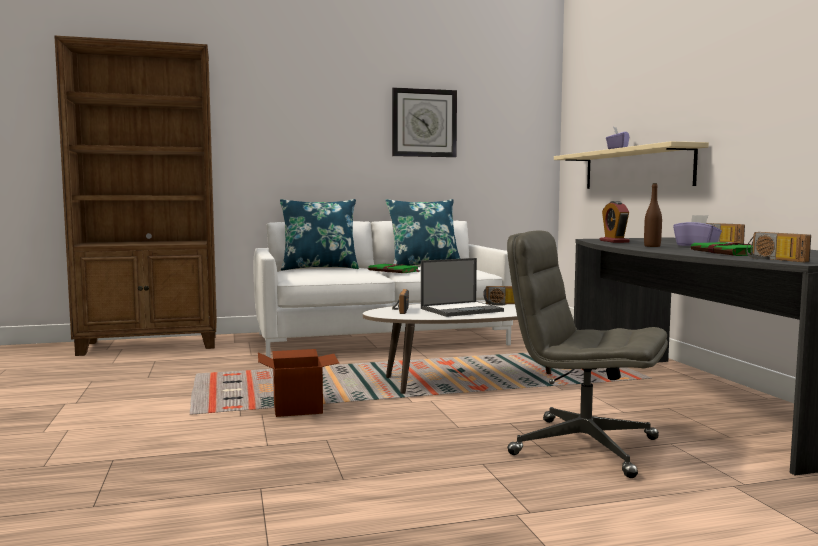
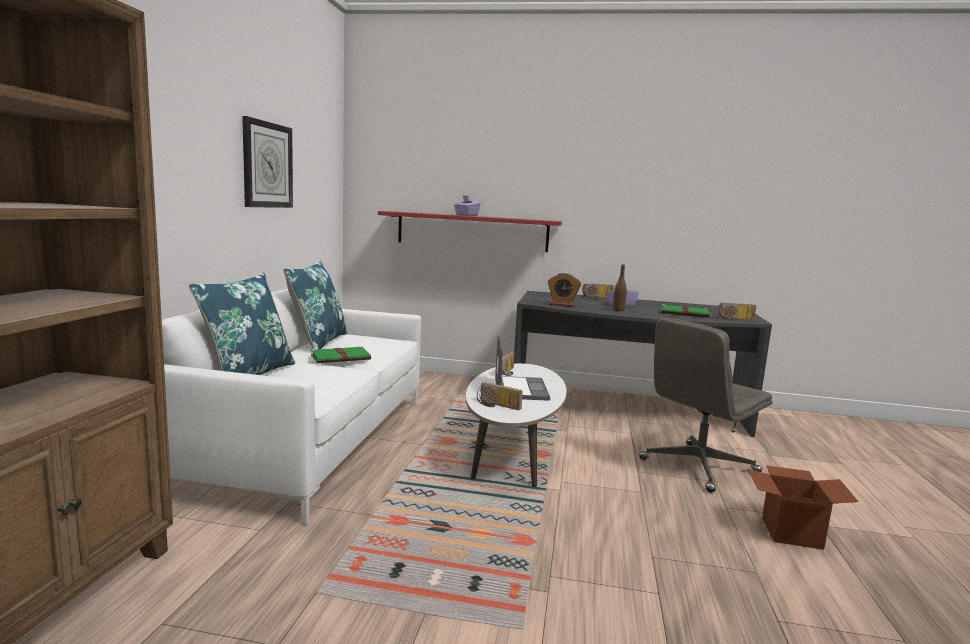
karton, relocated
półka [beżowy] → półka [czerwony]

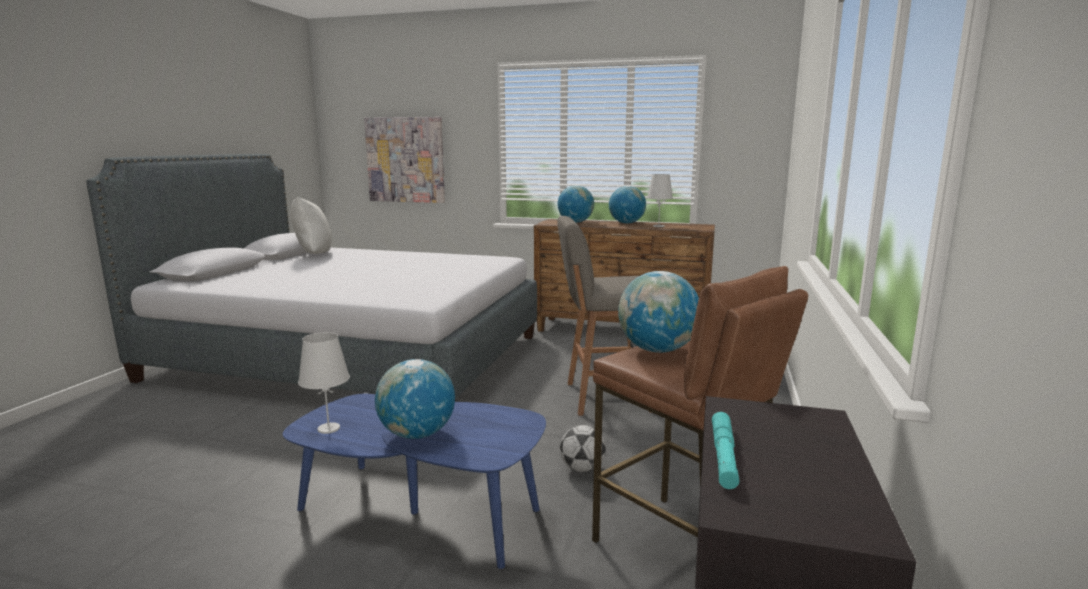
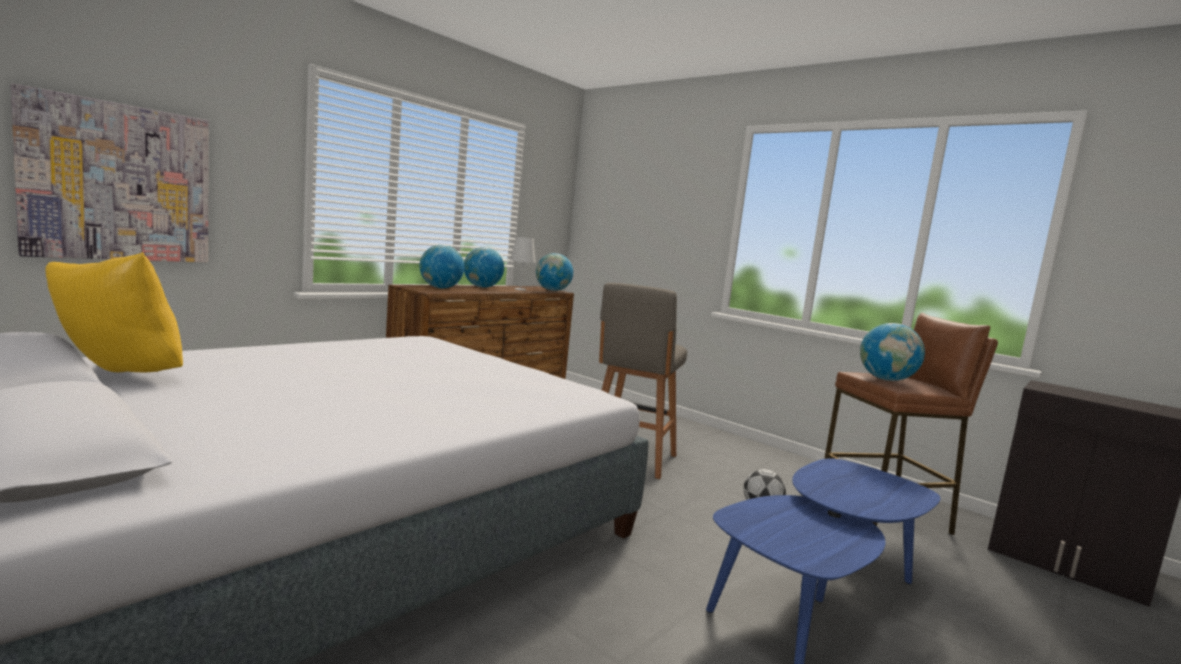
poduszka [biały] → poduszka [żółty]
lampa stołowa [biały] (no. 1 from left) → -
globus (no. 1 from left in the first image) → globus (no. 3 from left), relocated
latarka [turkusowy] → -

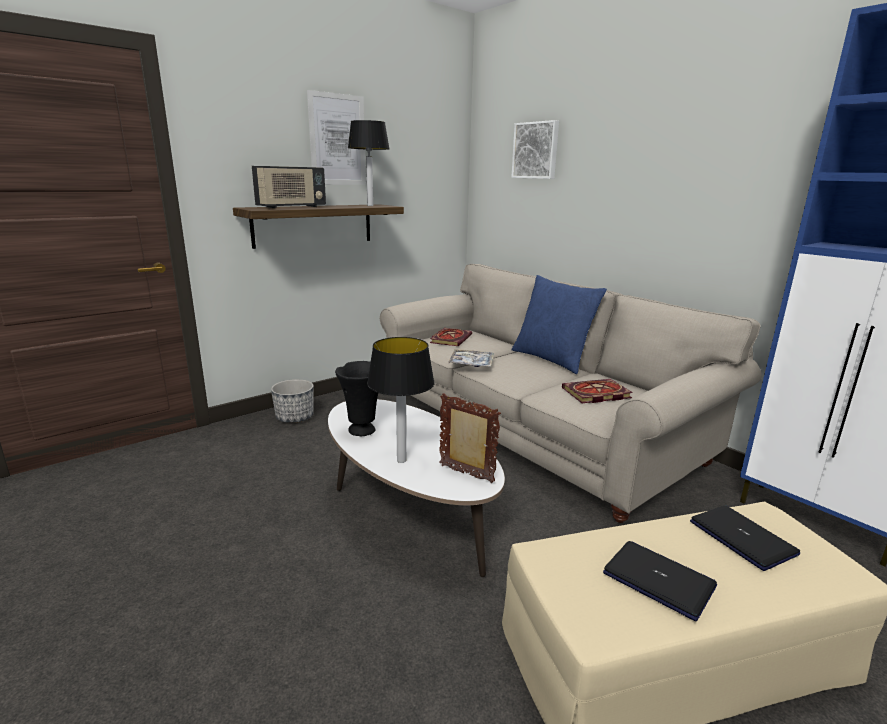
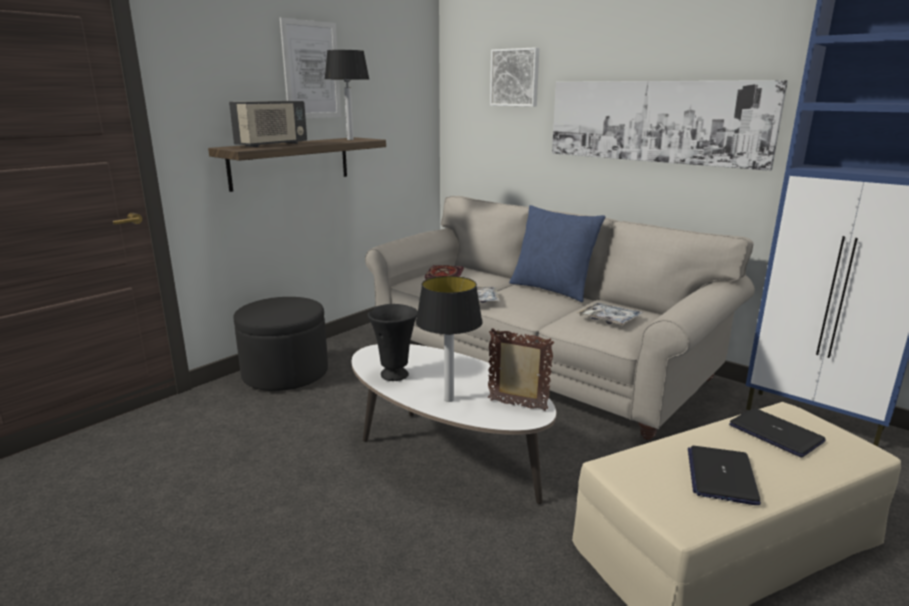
donica → pufa [czarny]
książka (no. 2 from left) → taca (no. 2 from left)
laptop (no. 1 from left), 105 degrees counterclockwise
- → obraz (no. 3 from left)

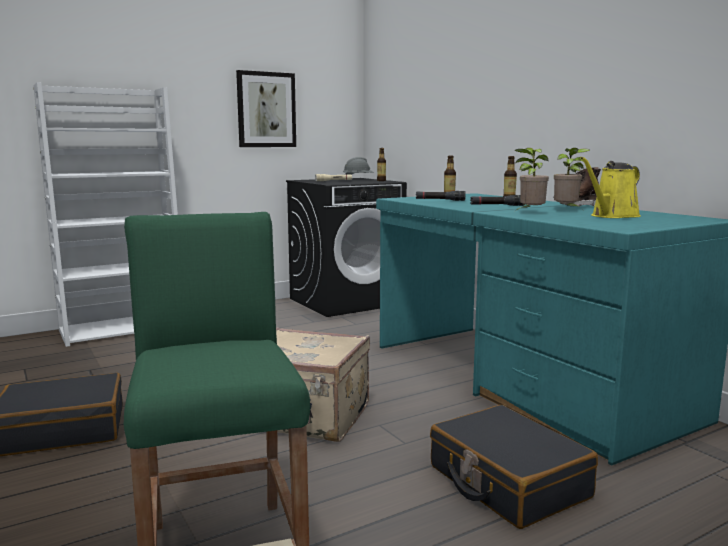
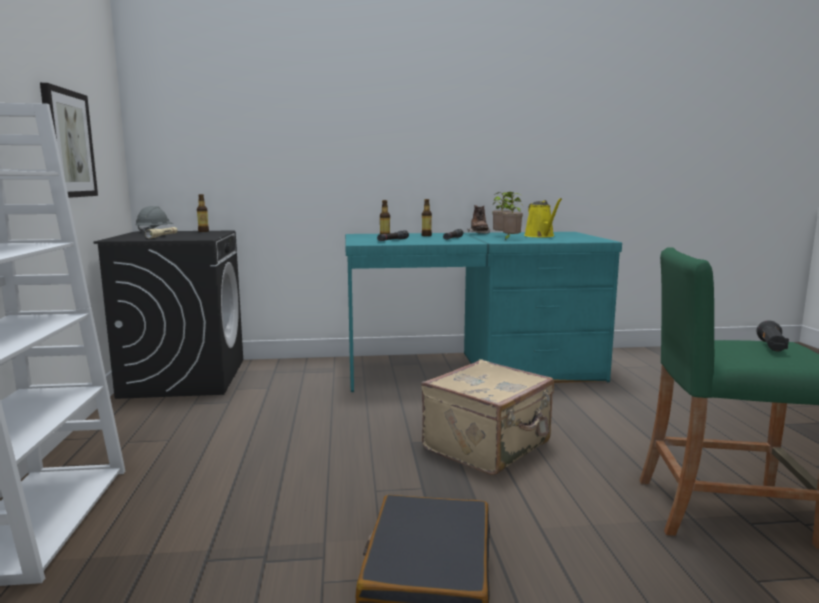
walizka [czarny] (no. 2 from left) → -
- → latarka [czarny] (no. 3 from left)

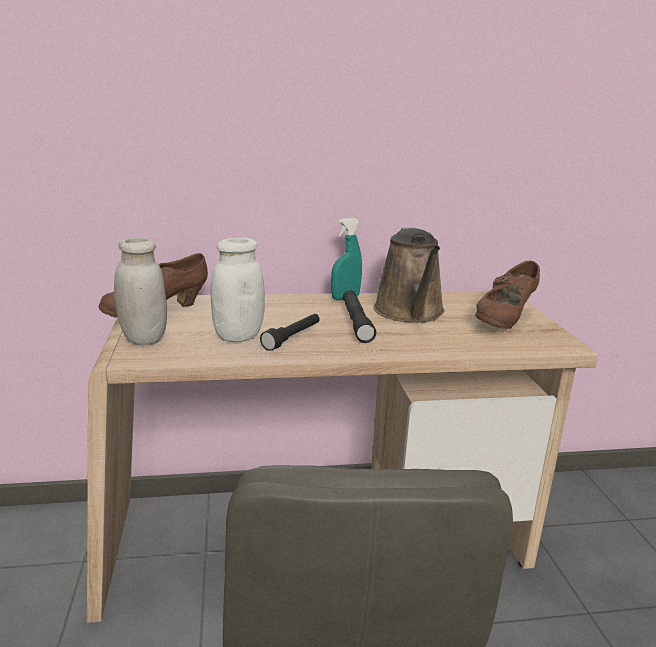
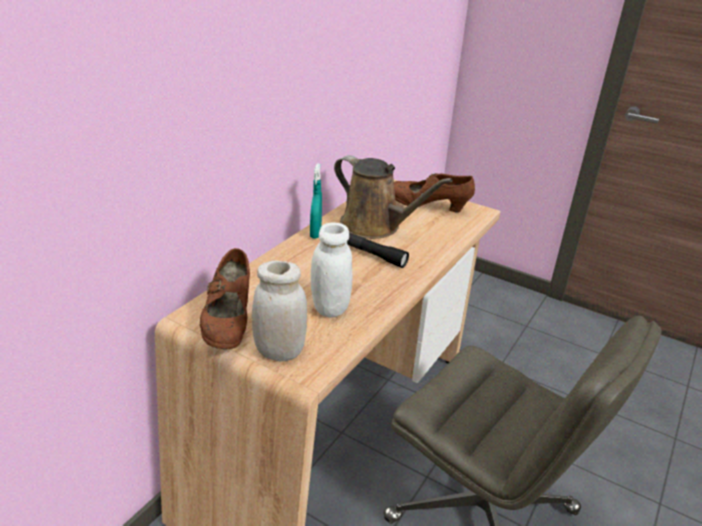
latarka [czarny] (no. 1 from left) → -
but [brązowy] (no. 2 from left), 120 degrees clockwise

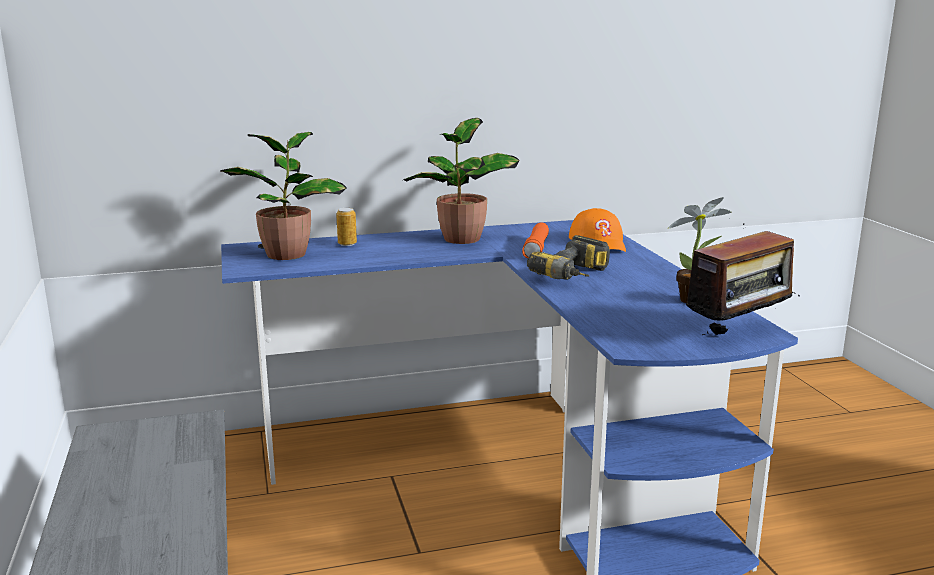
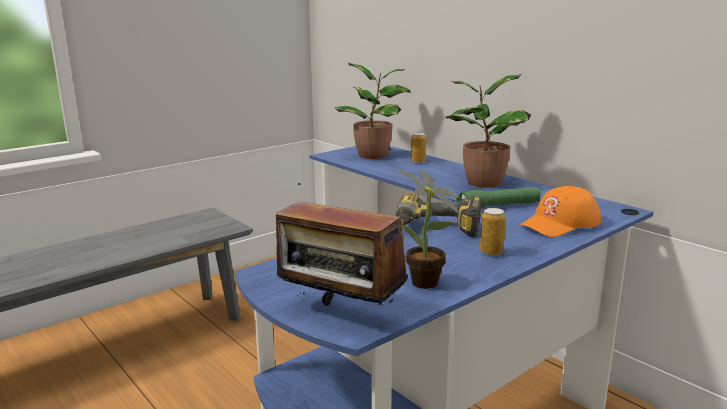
latarka [pomarańczowy] → latarka [zielony]
- → puszka (no. 2 from left)

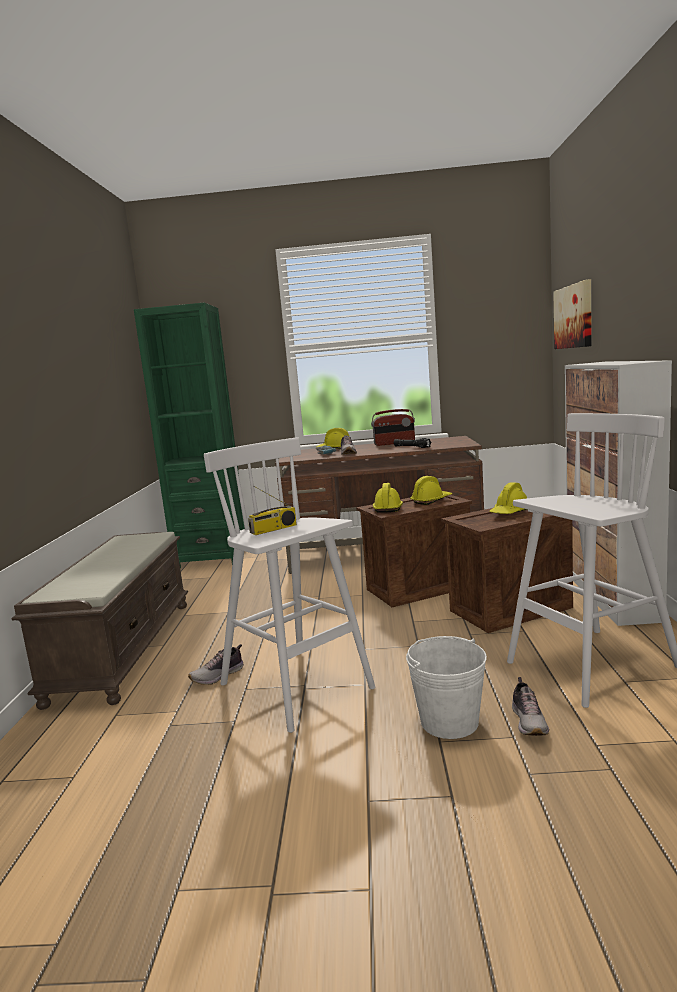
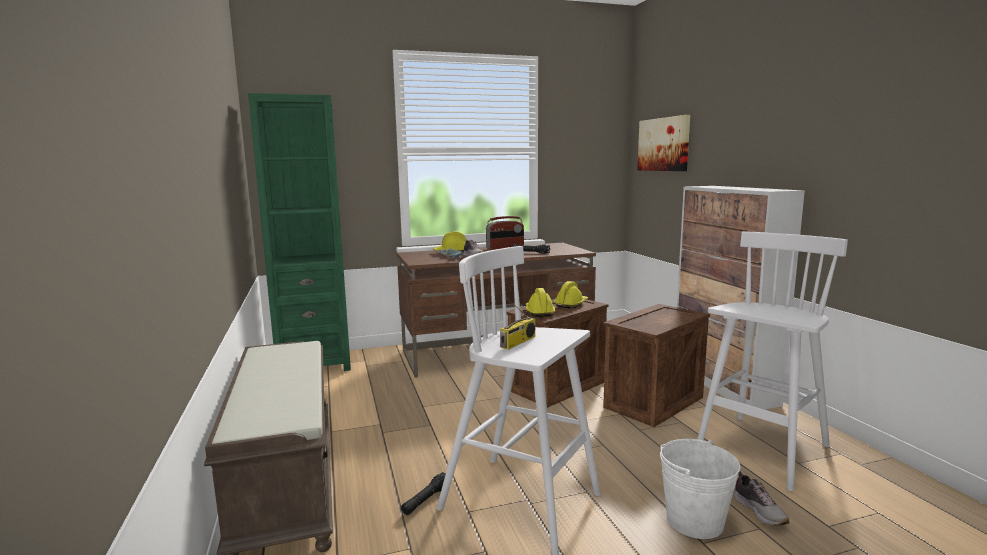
but (no. 1 from left) → latarka [czarny] (no. 1 from left)
kask [żółty] (no. 4 from left) → -

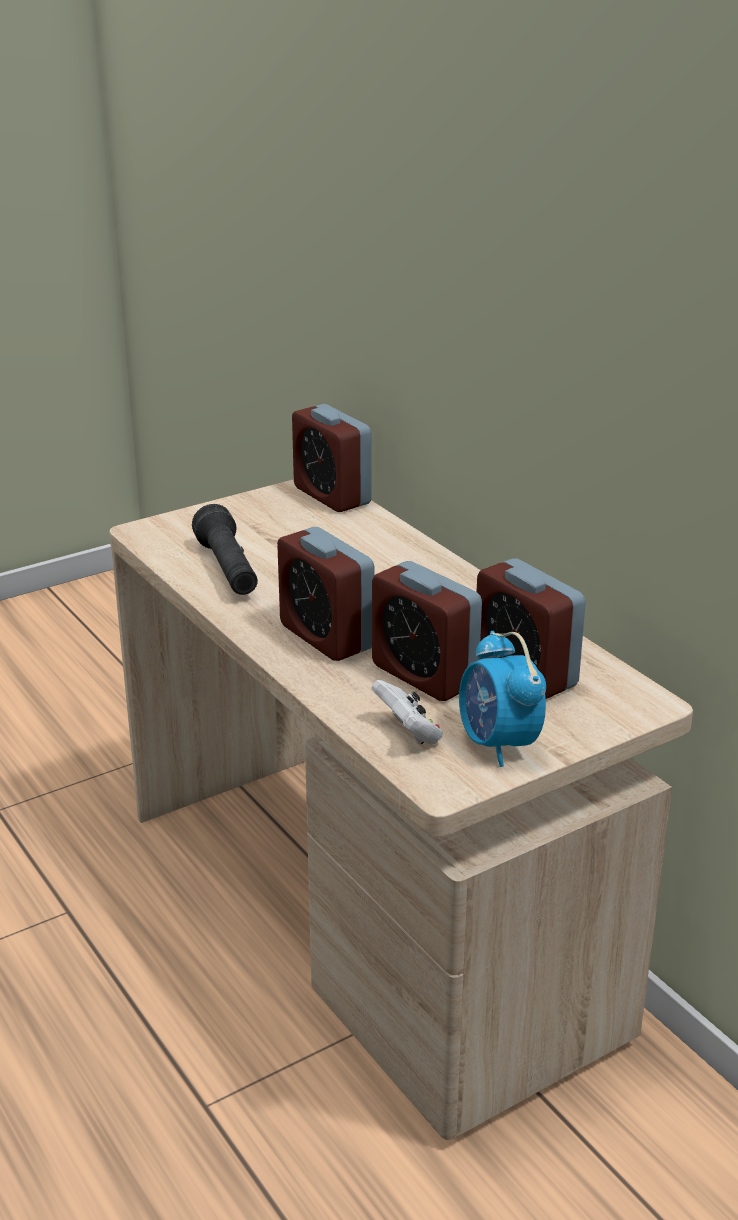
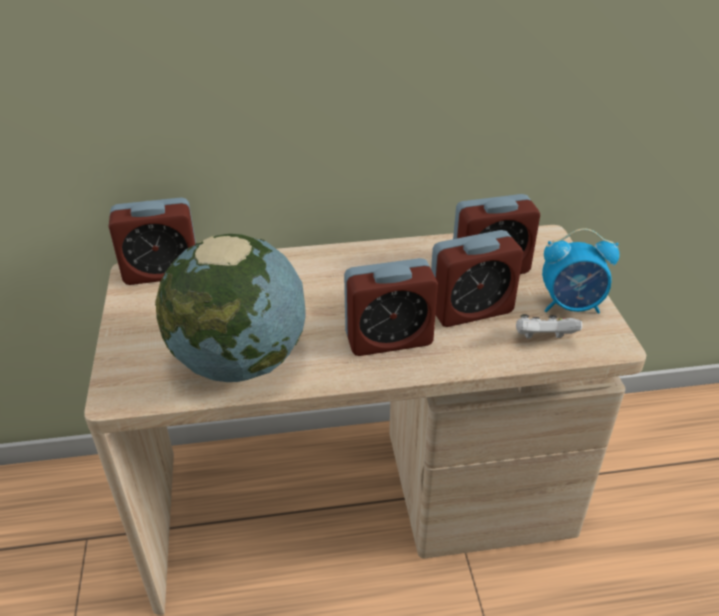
latarka [czarny] → globus

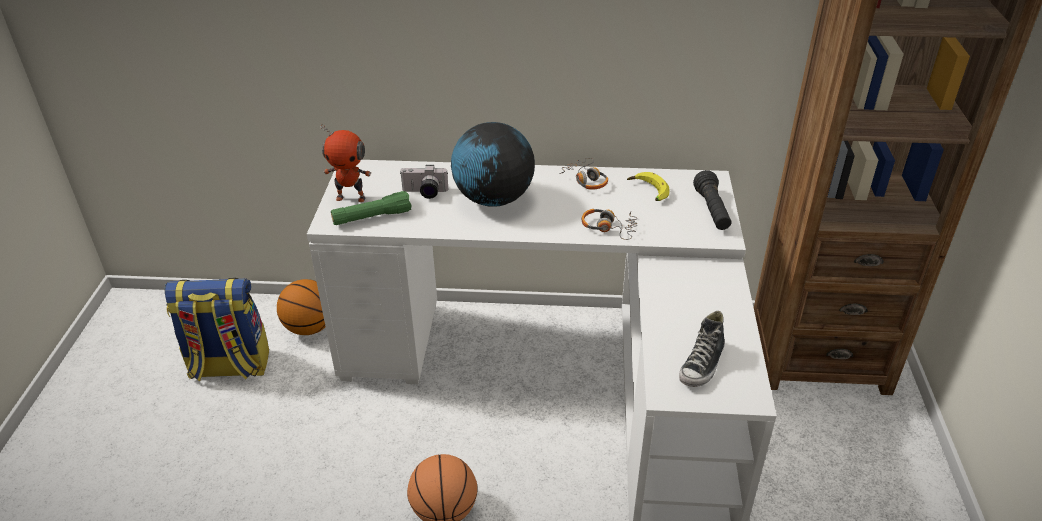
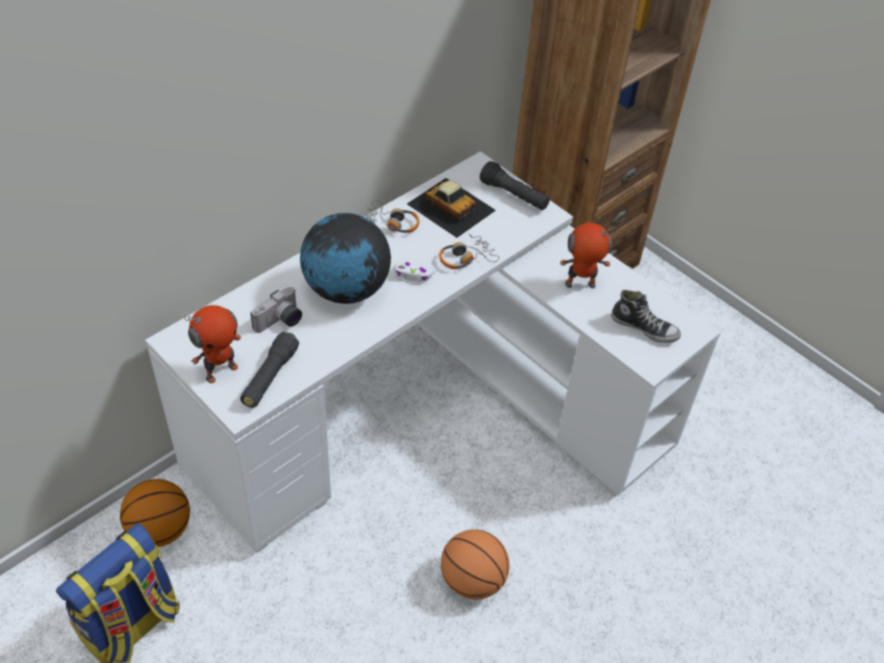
latarka [zielony] → latarka [czarny] (no. 1 from left)
banan → samochodzik
but, 45 degrees counterclockwise
- → pad do gier [biały]
- → robot zabawkowy (no. 2 from left)

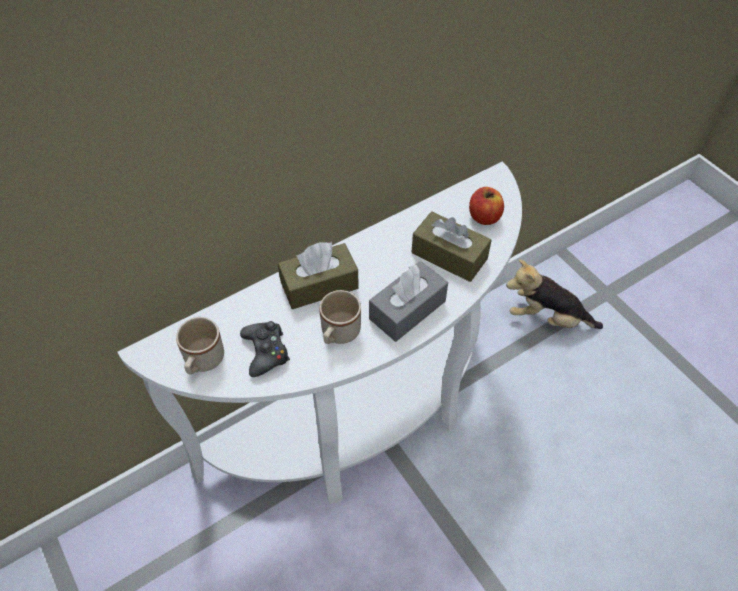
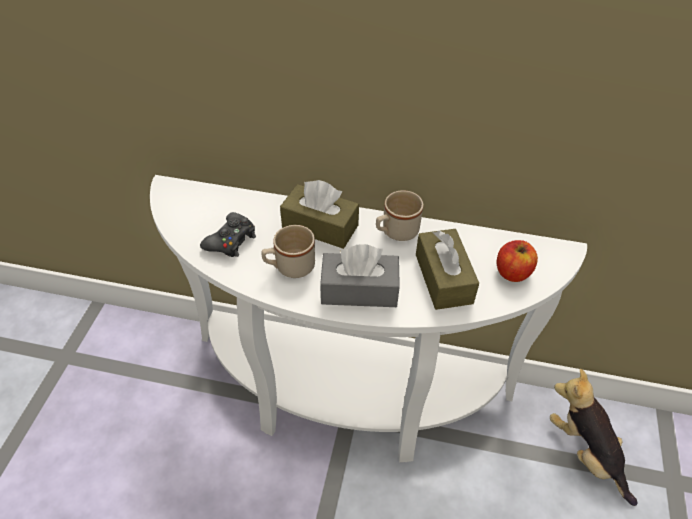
kubek [beżowy] (no. 1 from left in the first image) → kubek [beżowy] (no. 2 from left), relocated

